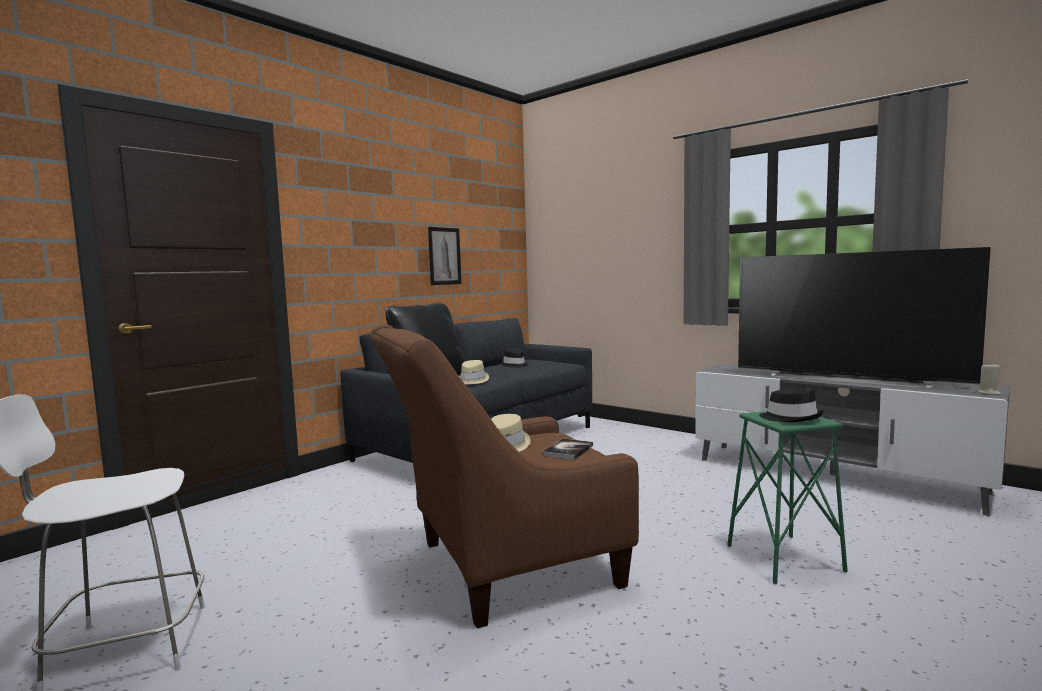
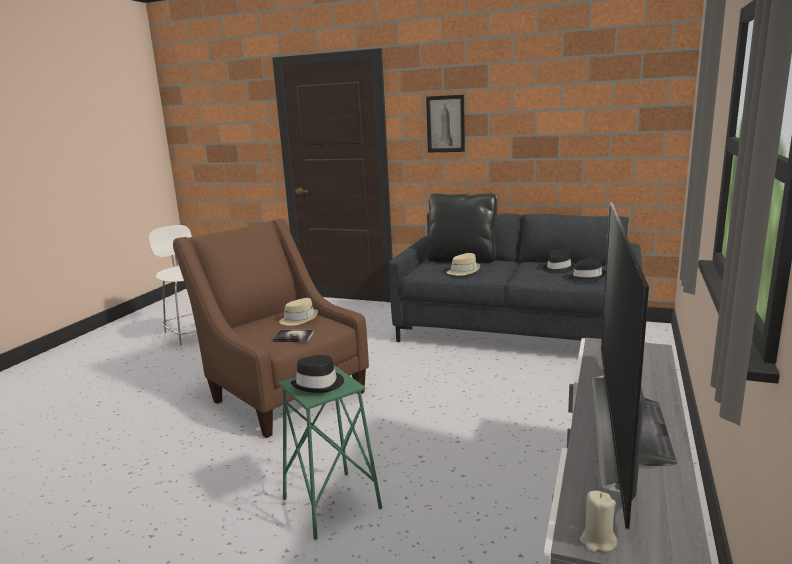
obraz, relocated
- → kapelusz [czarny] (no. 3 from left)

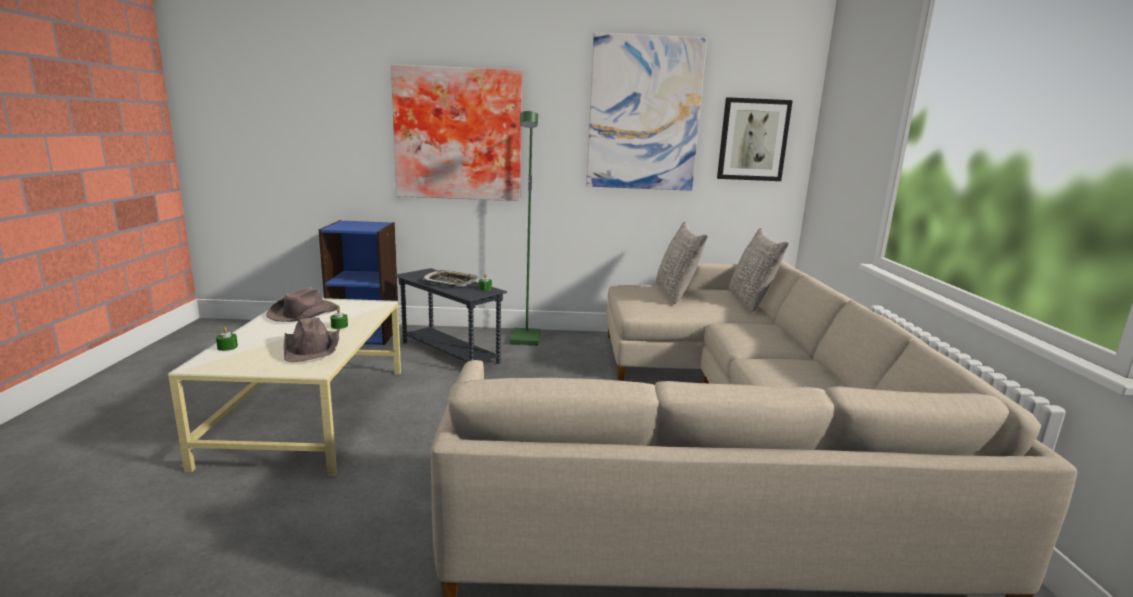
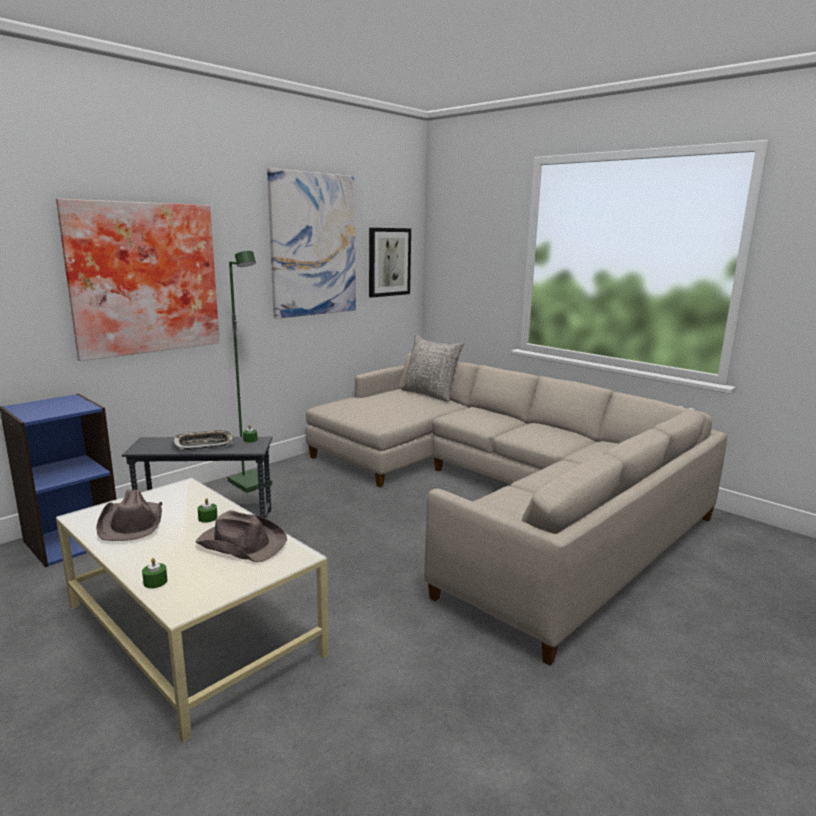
poduszka [szary] (no. 1 from left) → -

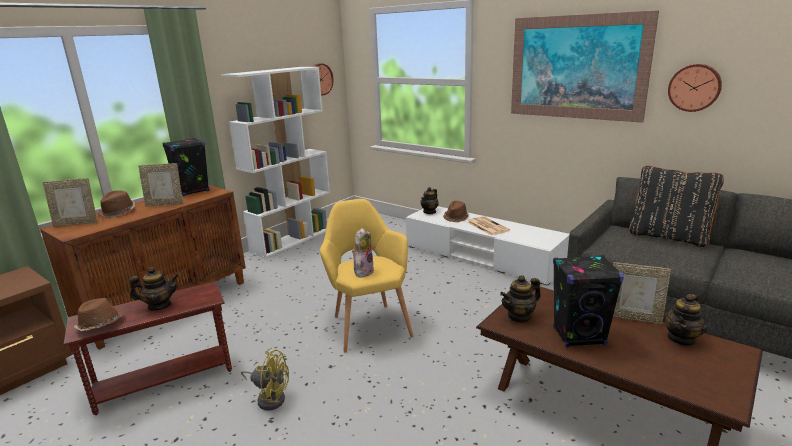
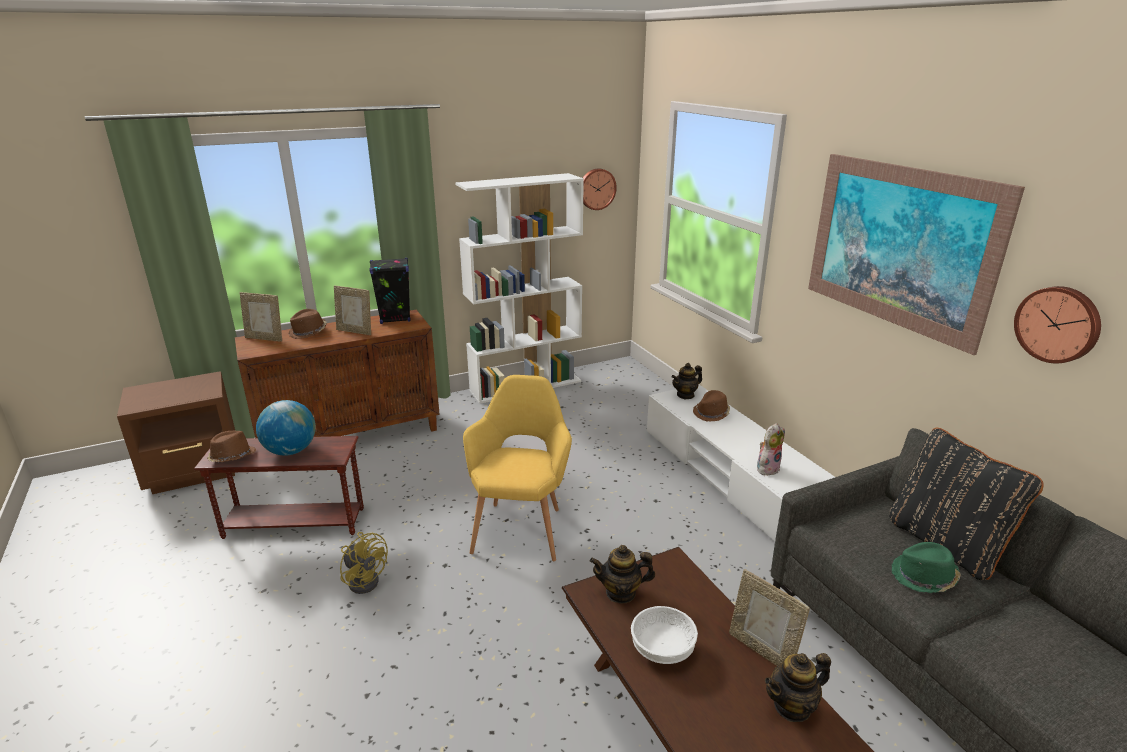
imbryk (no. 1 from left) → globus
pluszak, relocated
gazeta → -
głośnik [czarny] (no. 2 from left) → miska [biały]
- → kapelusz [zielony]

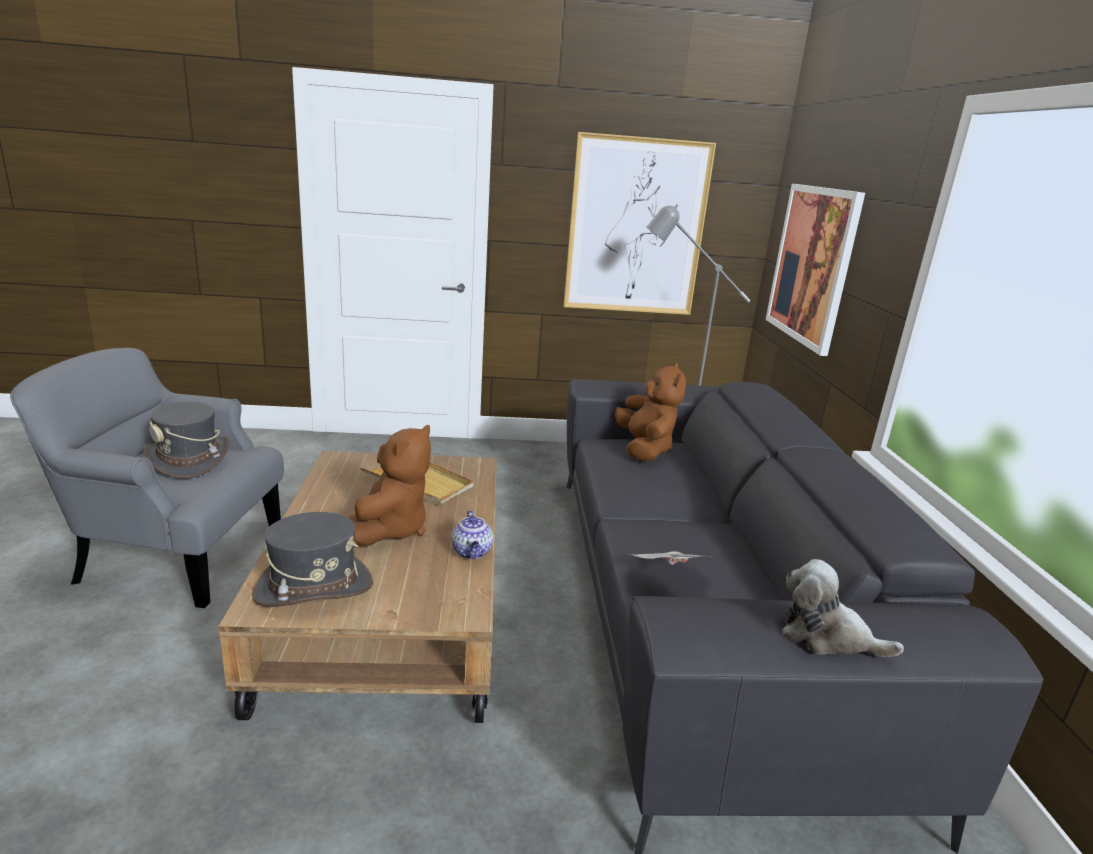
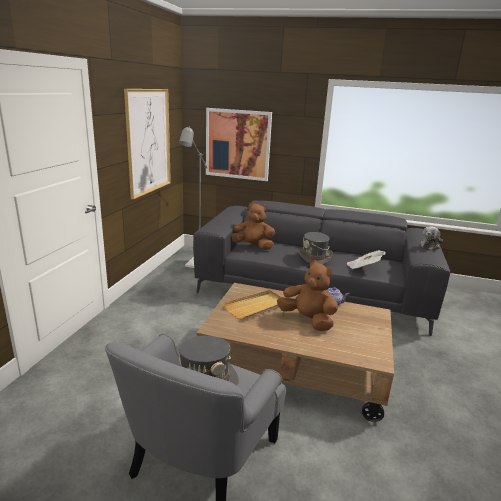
kapelusz [szary] (no. 2 from left), relocated

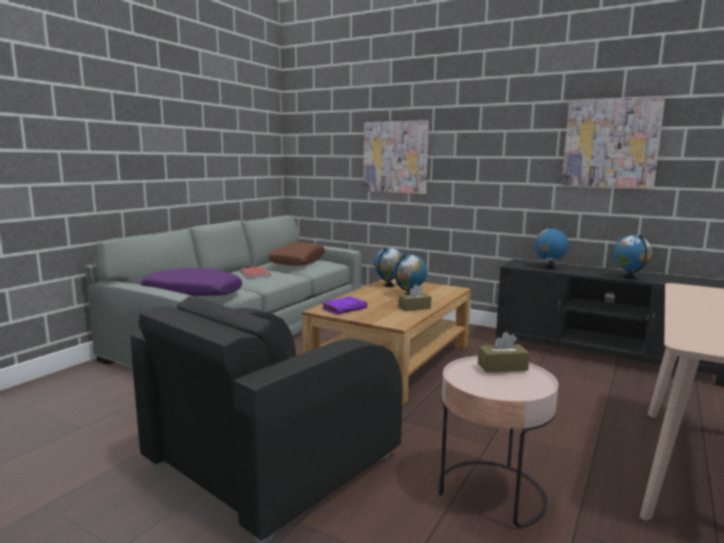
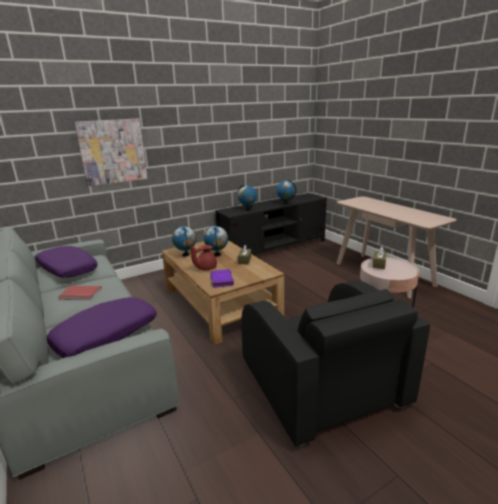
poduszka [brązowy] → poduszka [fioletowy] (no. 1 from left)
obraz (no. 2 from left) → -
- → imbryk [czerwony]

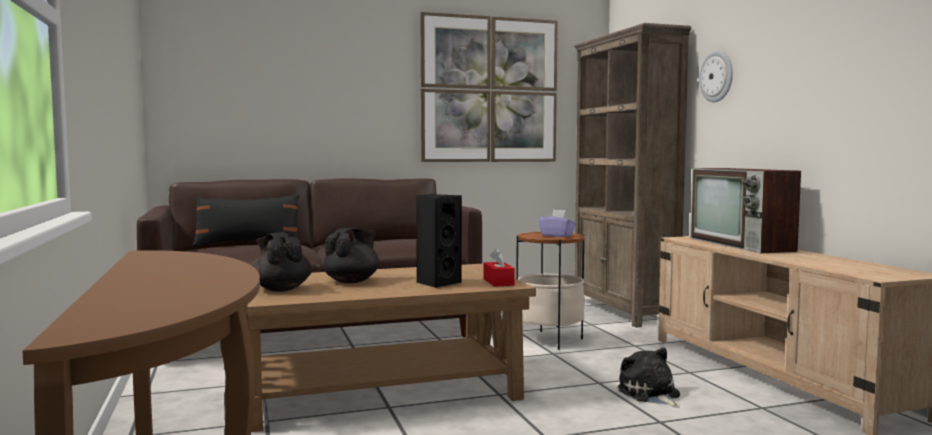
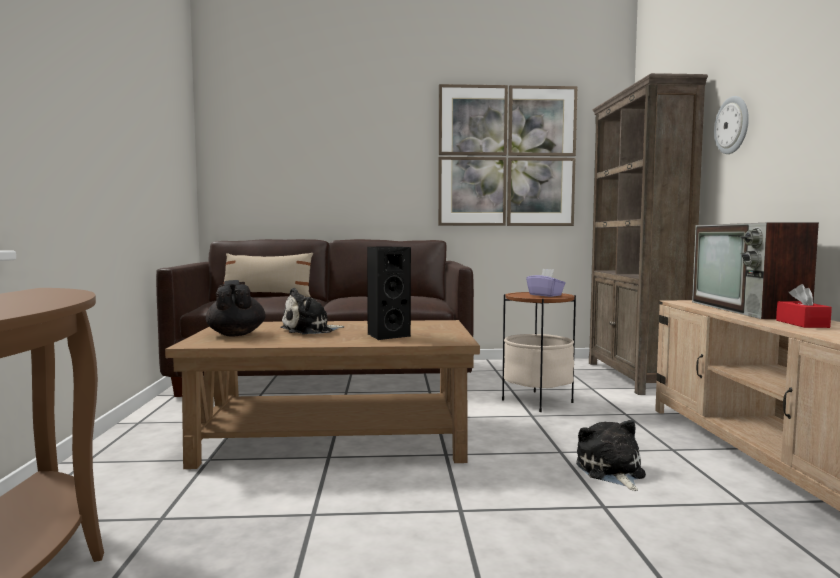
poduszka [czarny] → poduszka [beżowy]
imbryk [czarny] (no. 2 from left) → pluszak (no. 1 from left)
pudełko chusteczek [czerwony], relocated

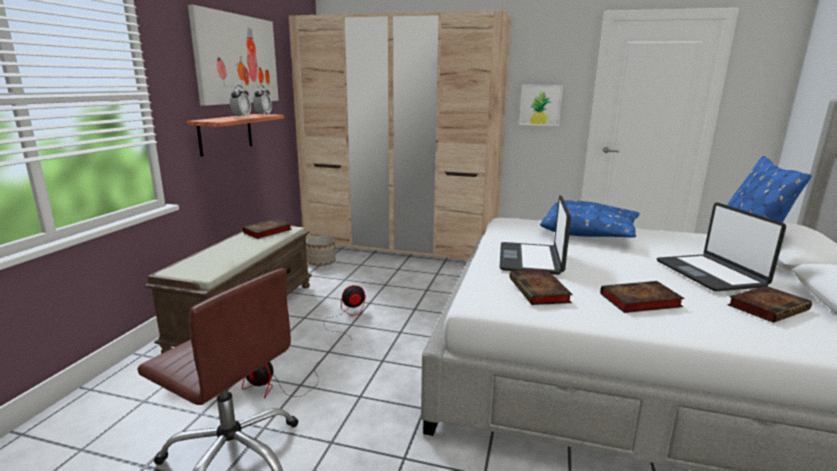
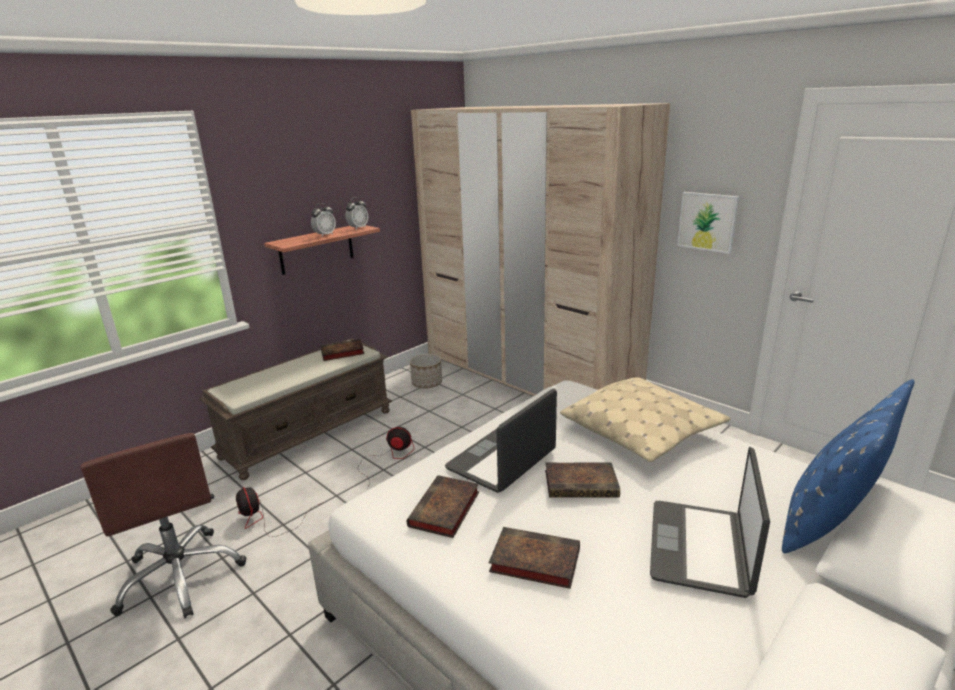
obraz (no. 1 from left) → -
poduszka [niebieski] (no. 1 from left) → poduszka [beżowy]
książka (no. 4 from left), relocated

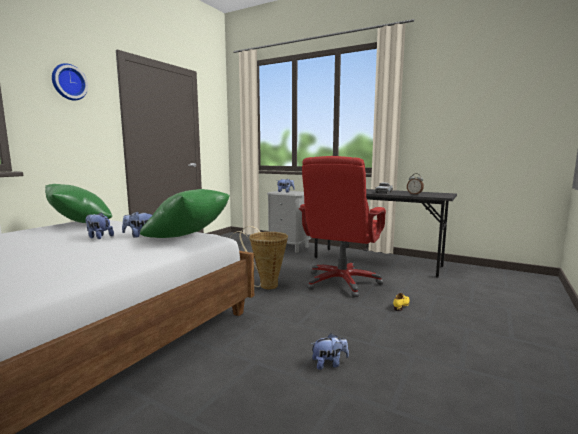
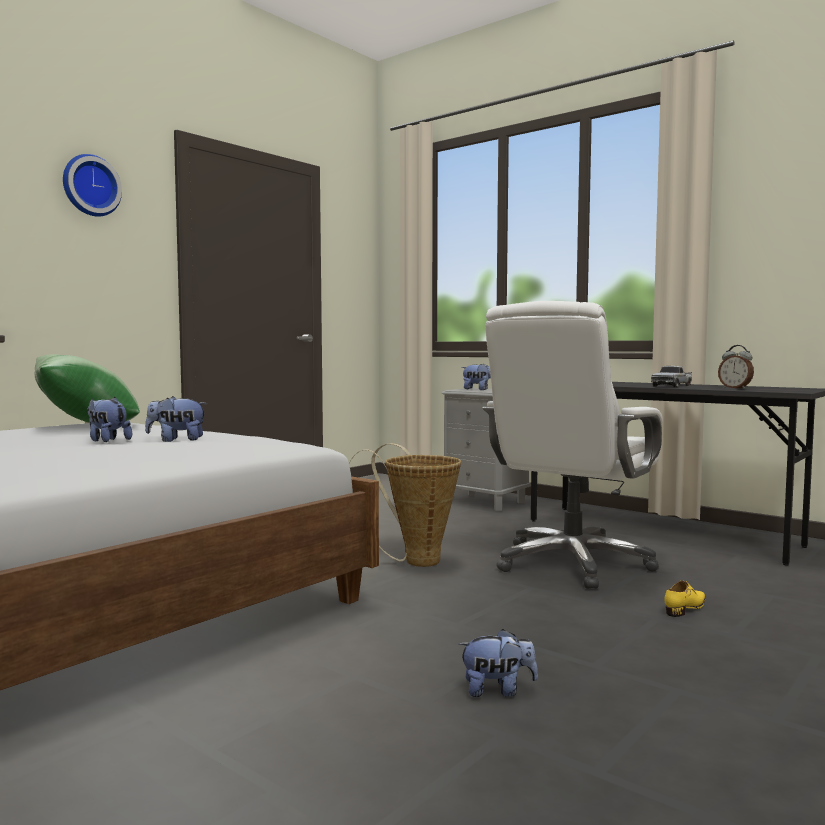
poduszka [zielony] (no. 2 from left) → -
krzesło biurowe [czerwony] → krzesło biurowe [biały]

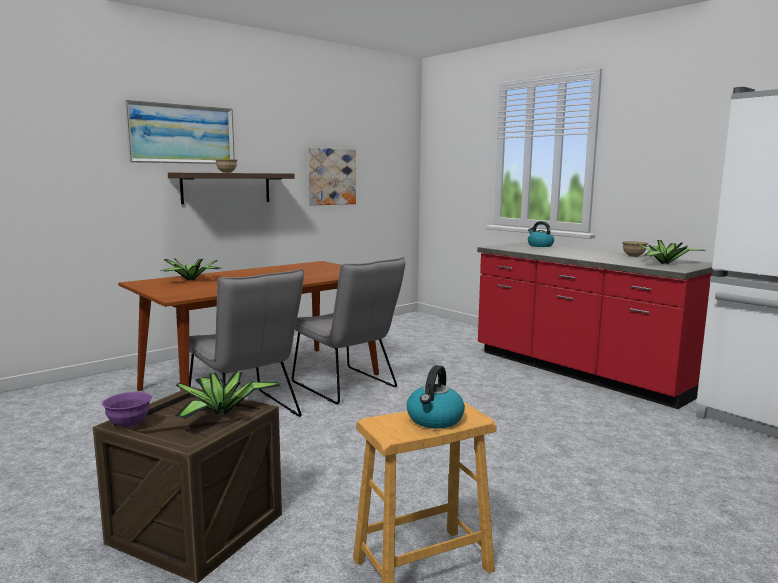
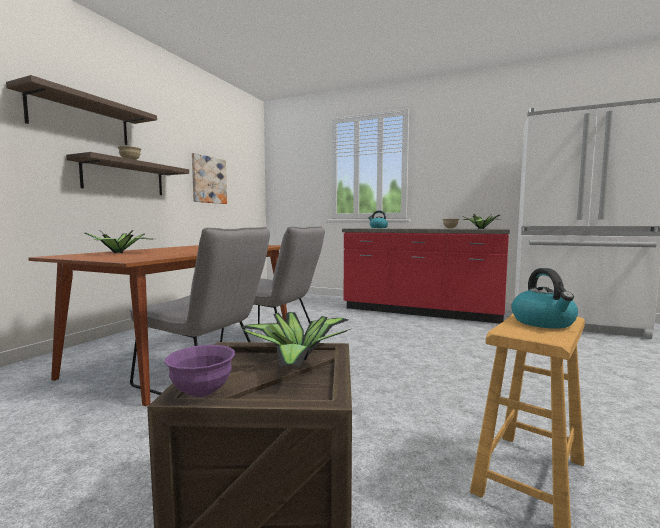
obraz (no. 1 from left) → półka (no. 1 from left)

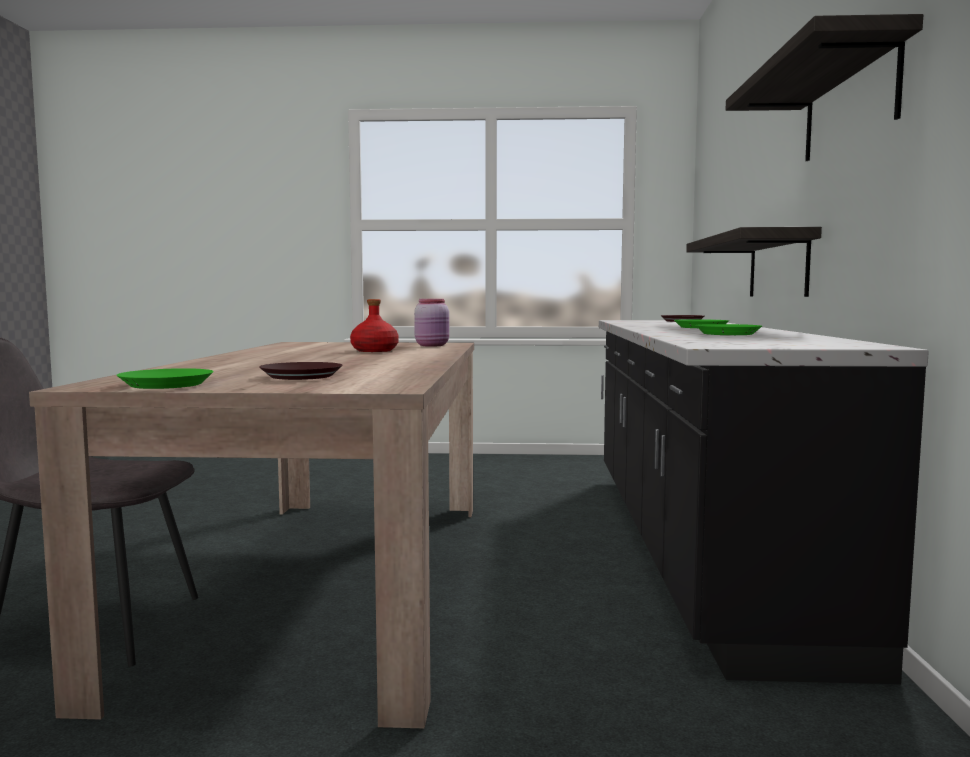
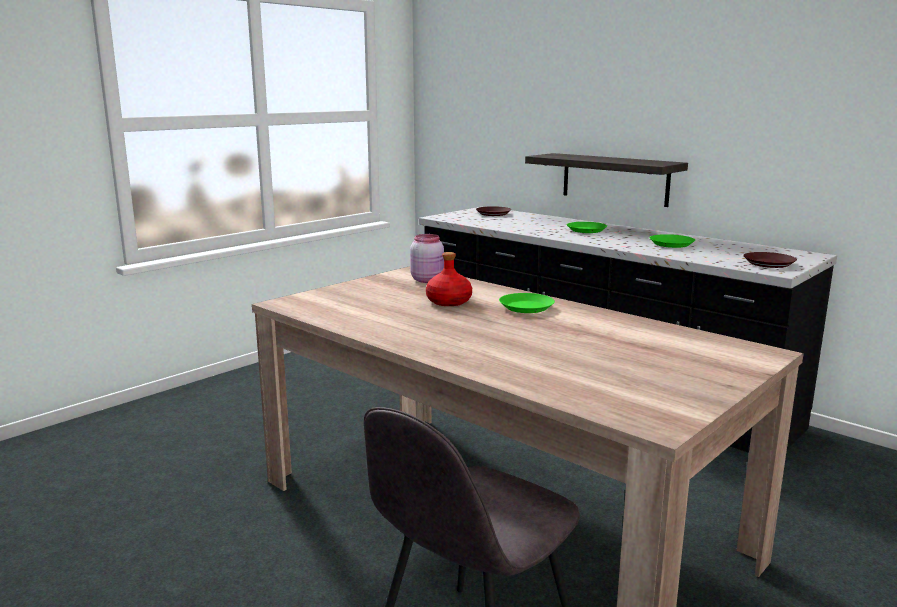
talerz [zielony] (no. 1 from left), relocated
talerz [brązowy] (no. 1 from left in the first image) → talerz [brązowy] (no. 2 from left), relocated
półka (no. 2 from left) → -

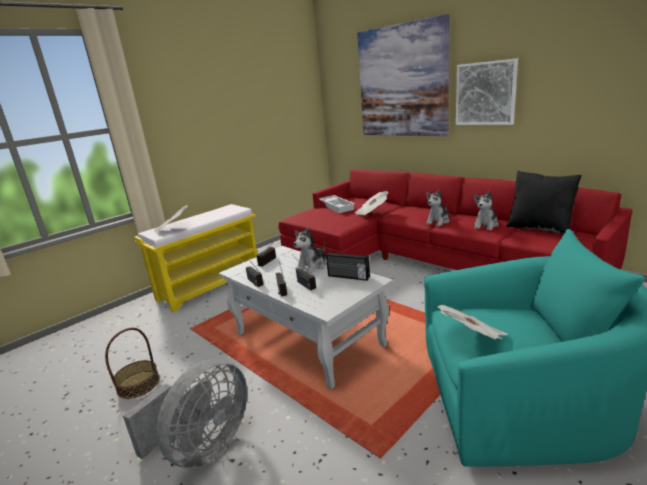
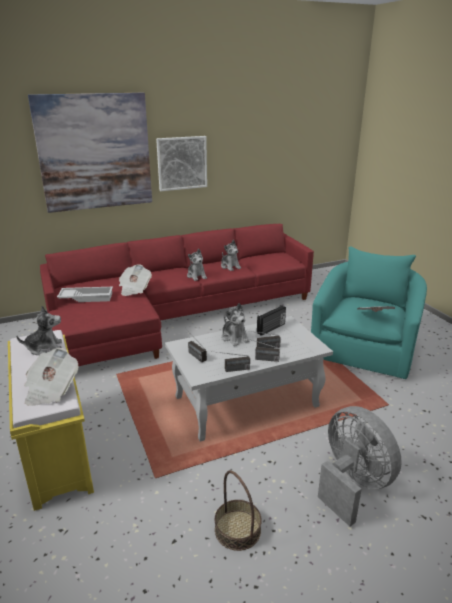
poduszka [czarny] → -
- → pluszak (no. 1 from left)

